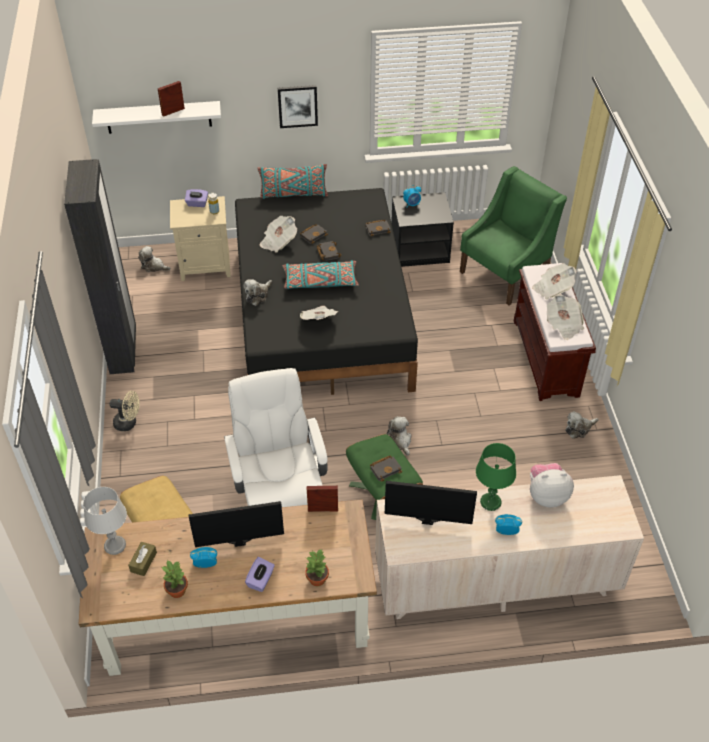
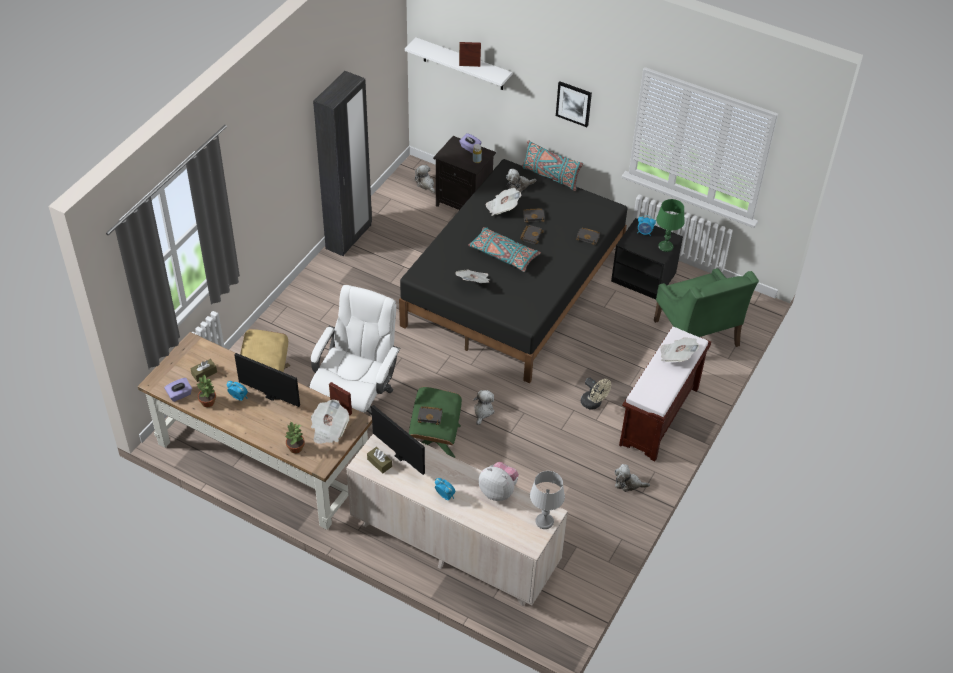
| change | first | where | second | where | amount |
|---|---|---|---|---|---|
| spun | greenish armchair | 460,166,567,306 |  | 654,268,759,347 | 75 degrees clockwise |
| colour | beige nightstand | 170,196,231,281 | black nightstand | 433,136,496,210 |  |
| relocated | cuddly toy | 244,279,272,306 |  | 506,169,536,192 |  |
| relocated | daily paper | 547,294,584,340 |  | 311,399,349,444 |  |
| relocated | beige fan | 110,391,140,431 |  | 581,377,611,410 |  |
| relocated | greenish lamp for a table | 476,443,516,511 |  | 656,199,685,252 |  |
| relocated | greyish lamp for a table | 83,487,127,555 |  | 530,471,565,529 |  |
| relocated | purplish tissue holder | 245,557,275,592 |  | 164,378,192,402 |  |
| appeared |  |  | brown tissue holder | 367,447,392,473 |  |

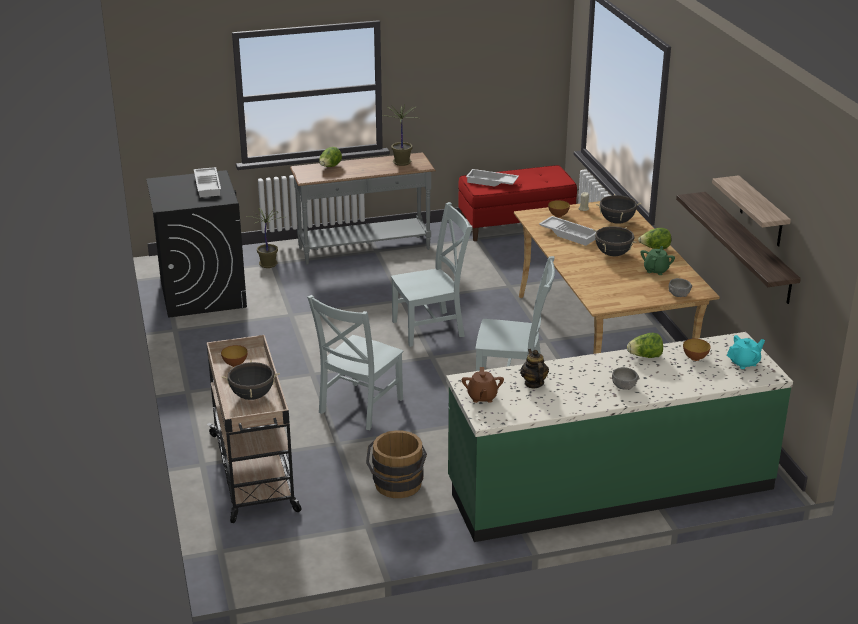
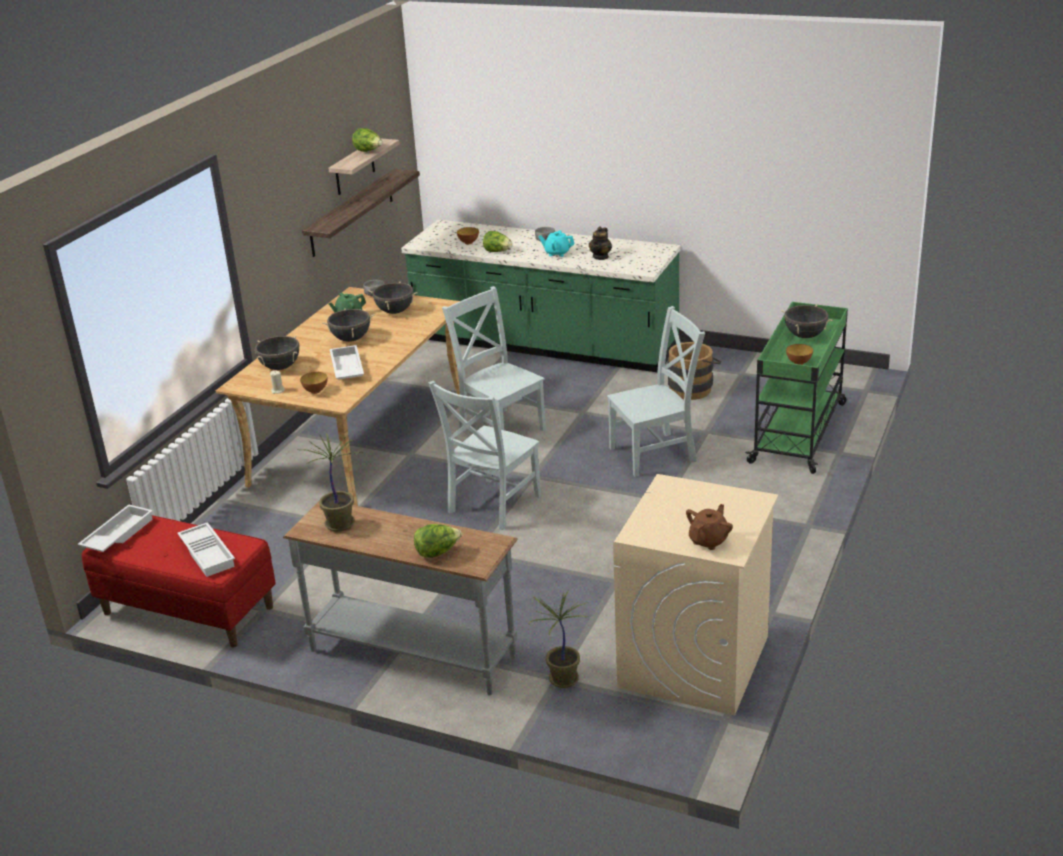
| change | first | where | second | where | amount |
|---|---|---|---|---|---|
| relocated | whitish tray | 194,167,221,197 |  | 78,505,153,552 |  |
| colour | black laundry appliance | 146,170,247,318 | beige laundry appliance | 613,474,778,716 |  |
| spun | greyish chair | 391,202,472,347 |  | 428,381,541,530 | 75 degrees counterclockwise |
| relocated | head of lettuce | 638,228,671,249 |  | 352,128,383,152 |  |
| colour | beige wheeled cart | 206,335,302,523 | greenish wheeled cart | 745,302,848,474 |  |
| relocated | turquoise-coloured pot for tea | 727,335,765,369 |  | 539,230,575,257 |  |
| relocated | brown pot for tea | 462,367,504,403 |  | 686,504,733,550 |  |
| appeared |  |  | black cooking pot | 368,282,418,314 |  |

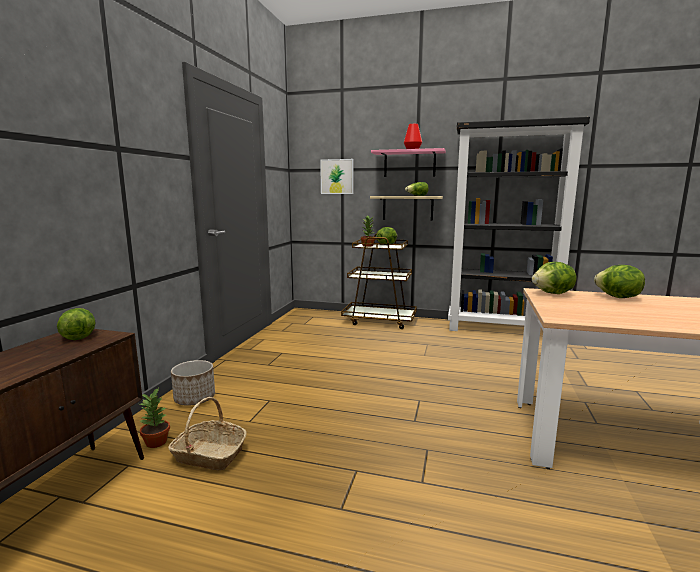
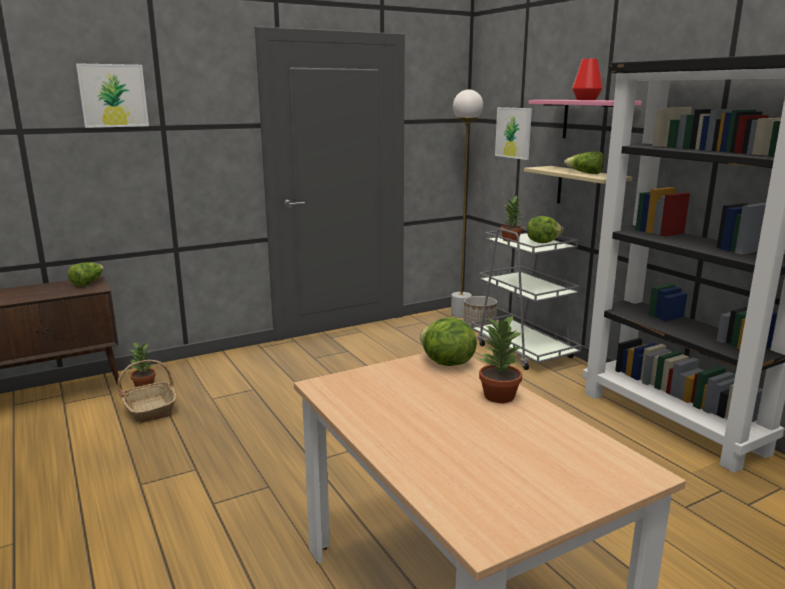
| change | first | where | second | where | amount |
|---|---|---|---|---|---|
| colour | brown wheeled cart | 341,233,417,329 | greyish wheeled cart | 471,227,582,370 |  |
| exchanged | head of lettuce | 594,265,645,298 | houseplant | 479,314,522,403 |  |
| relocated | flower pot | 171,360,215,406 |  | 464,296,497,327 |  |
| appeared |  |  | picture | 76,63,149,128 |  |
| appeared |  |  | whitish standing lamp | 451,90,483,318 |  |

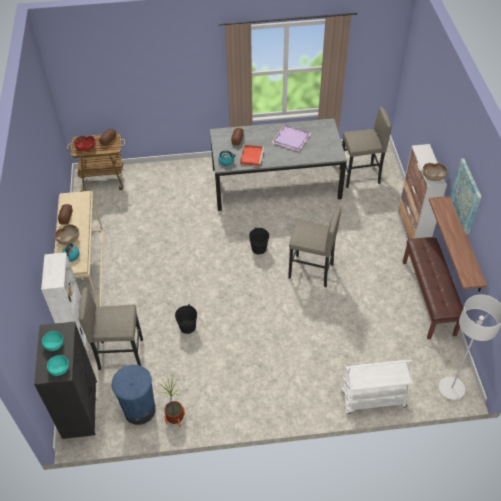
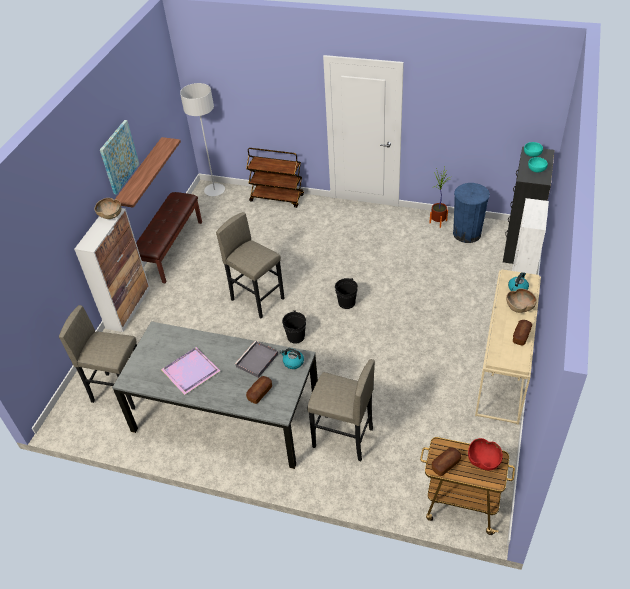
| change | first | where | second | where | amount |
|---|---|---|---|---|---|
| colour | red-coloured tray | 240,145,264,166 | greyish tray | 235,341,278,378 |  |
| relocated | greyish stool | 79,287,143,370 |  | 307,359,375,461 |  |
| relocated | black water bucket | 175,304,197,334 |  | 335,278,358,309 |  |
| colour | whitish wheeled cart | 340,360,413,414 | brown wheeled cart | 246,148,304,208 |  |

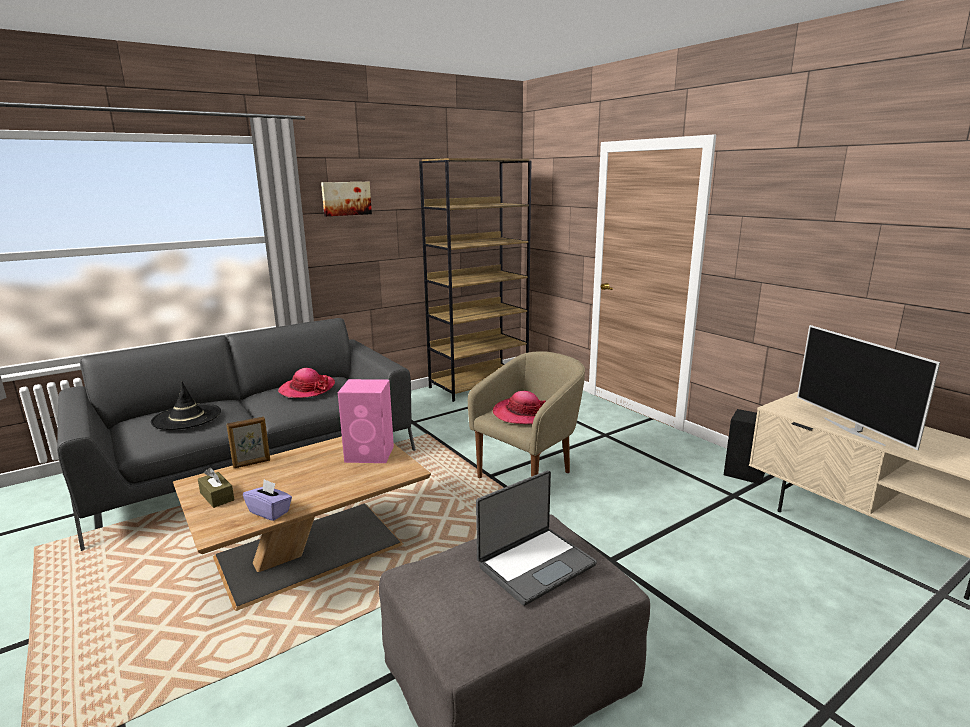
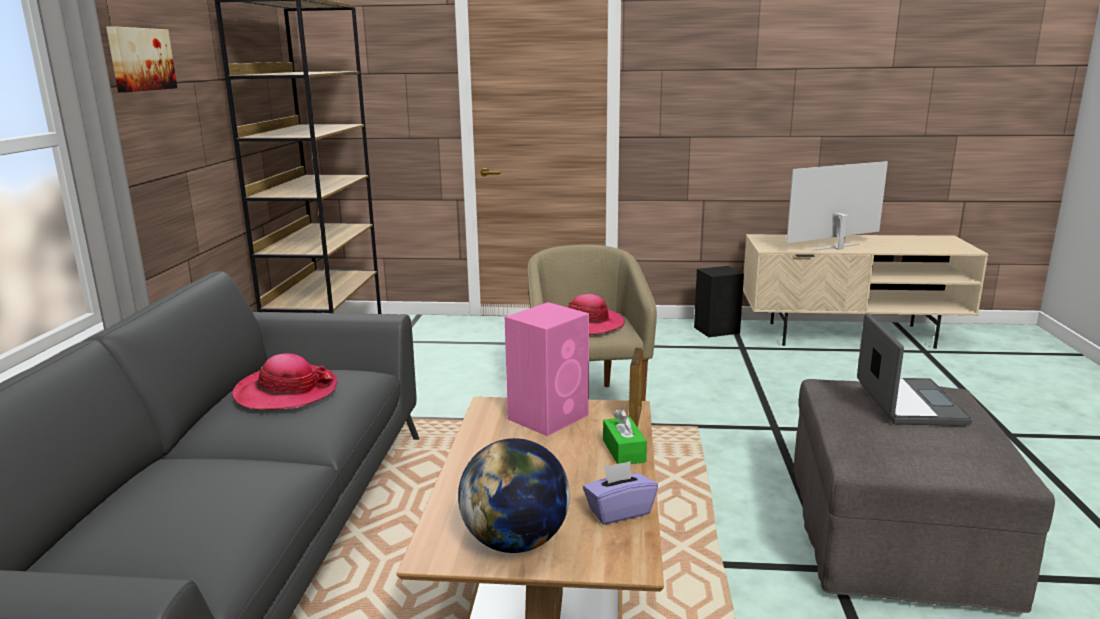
| change | first | where | second | where | amount |
|---|---|---|---|---|---|
| spun | TV set | 797,325,940,450 |  | 786,161,888,251 | 135 degrees clockwise |
| missing | black clothing hat | 151,382,221,430 |  |  |  |
| relocated | standing frame | 226,417,270,468 |  | 629,347,643,427 |  |
| exchanged | brown tissue holder | 198,468,234,508 | world globe | 458,438,570,553 |  |
| appeared |  |  | greenish tissue holder | 603,408,647,464 |  |

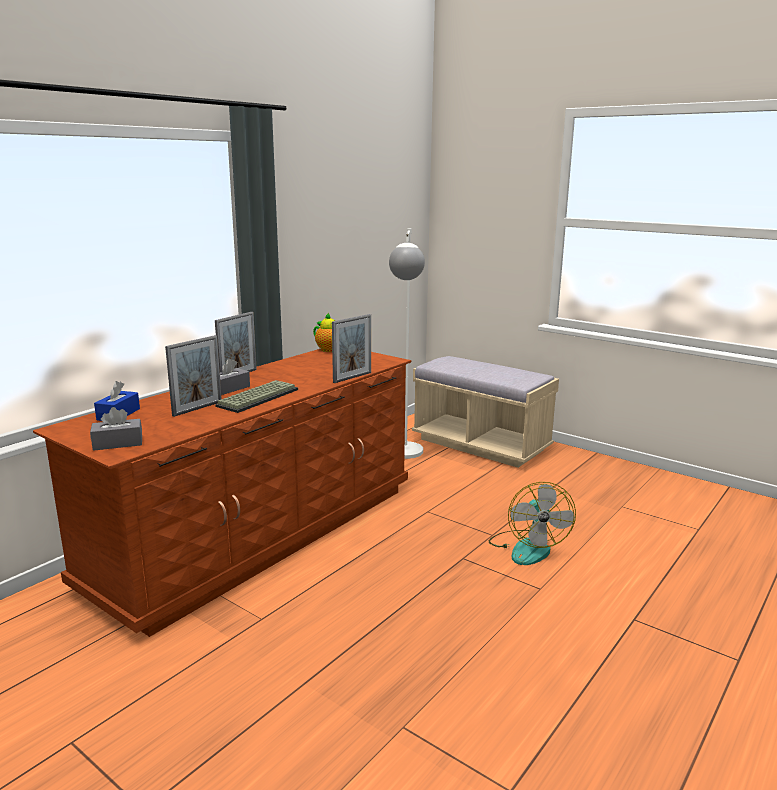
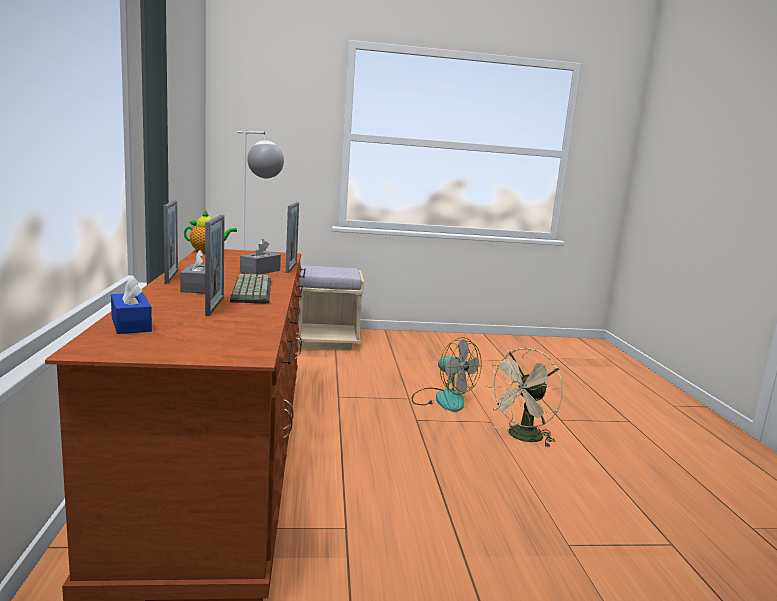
| change | first | where | second | where | amount |
|---|---|---|---|---|---|
| relocated | greyish tissue holder | 90,407,142,451 |  | 240,239,281,275 |  |
| appeared |  |  | beige fan | 486,348,563,448 |  |

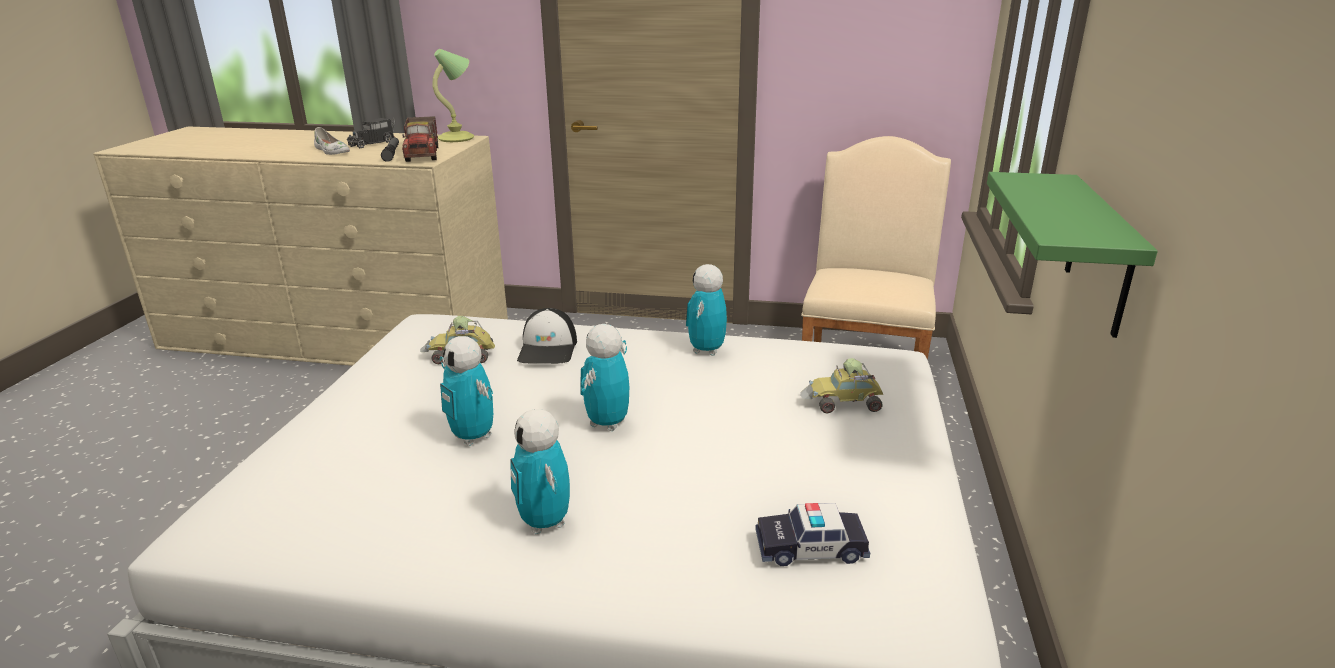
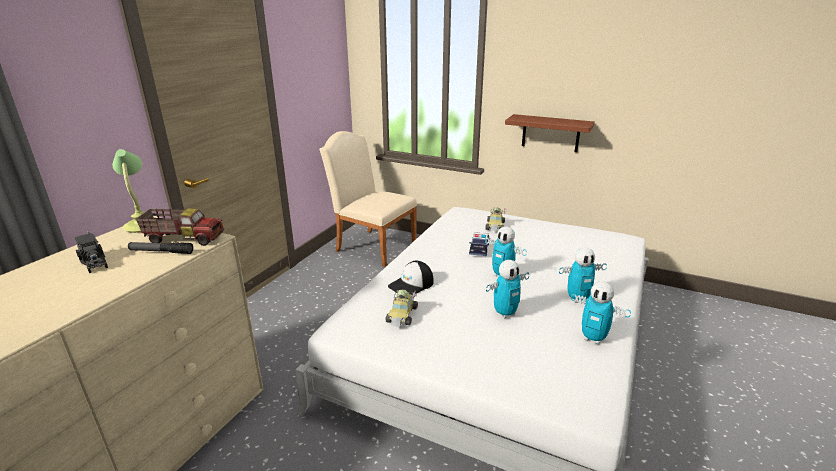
| change | first | where | second | where | amount |
|---|---|---|---|---|---|
| missing | whitish low shoe | 314,127,350,155 |  |  |  |
| colour | greenish wall shelf | 987,172,1158,338 | brown wall shelf | 505,114,595,152 |  |
| relocated | toy robot | 686,264,727,356 |  | 571,281,631,345 |  |
| spun | peaked cap | 517,308,577,364 |  | 388,261,434,295 | 120 degrees clockwise |
| relocated | model car | 755,503,870,566 |  | 469,232,490,256 |  |

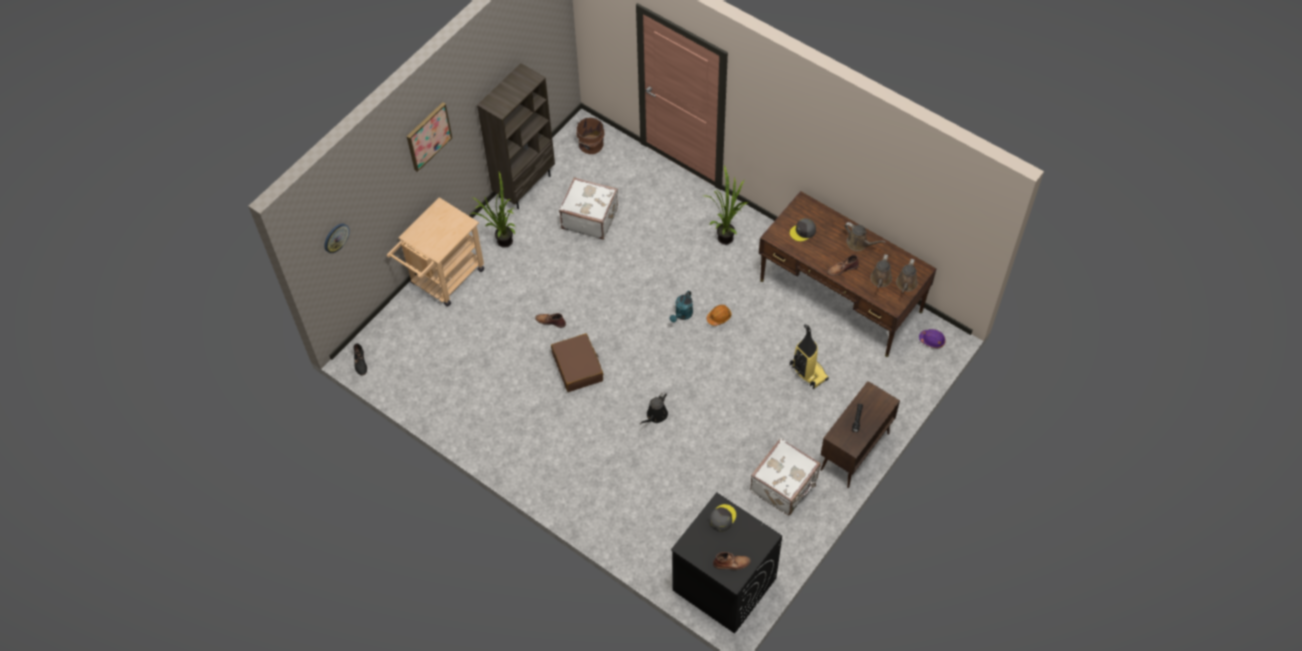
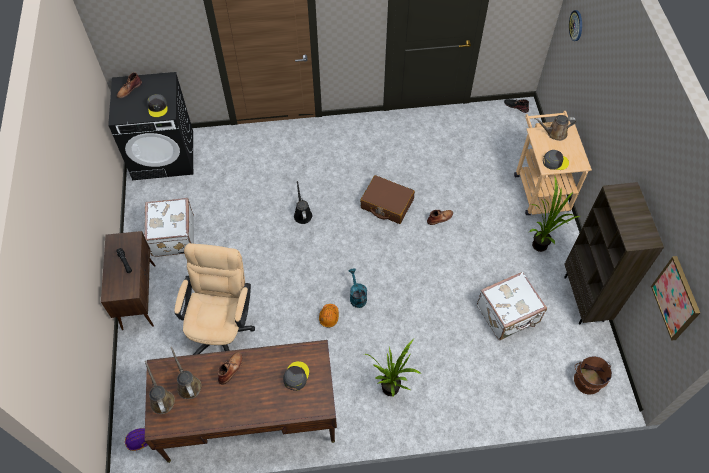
| change | first | where | second | where | amount |
|---|---|---|---|---|---|
| relocated | picture | 407,102,452,172 |  | 651,256,700,341 |  |
| relocated | brown watering can | 844,222,885,251 |  | 535,115,576,141 |  |
| exchanged | hoover | 790,324,829,389 | beige desk chair | 174,243,255,355 |  |
| appeared |  |  | greyish peaked cap | 543,150,569,170 |  |

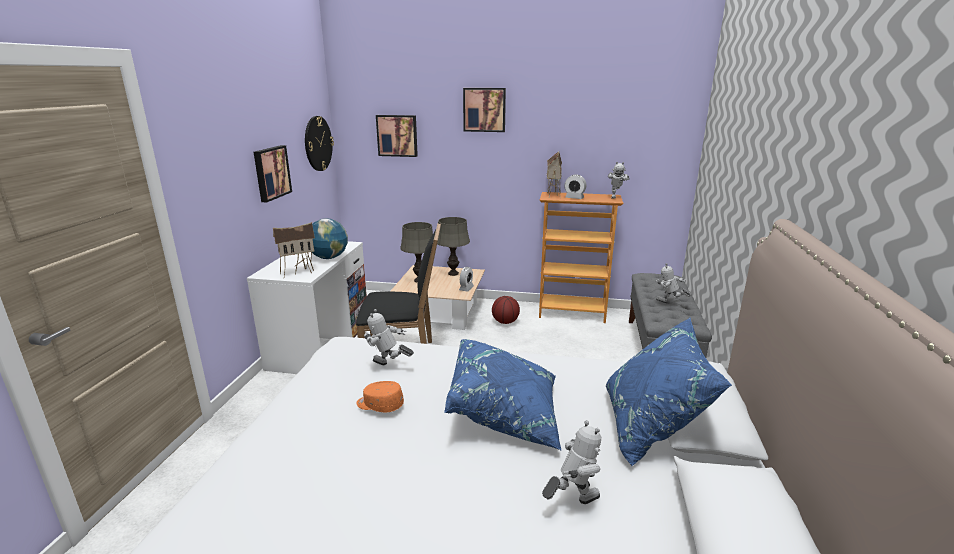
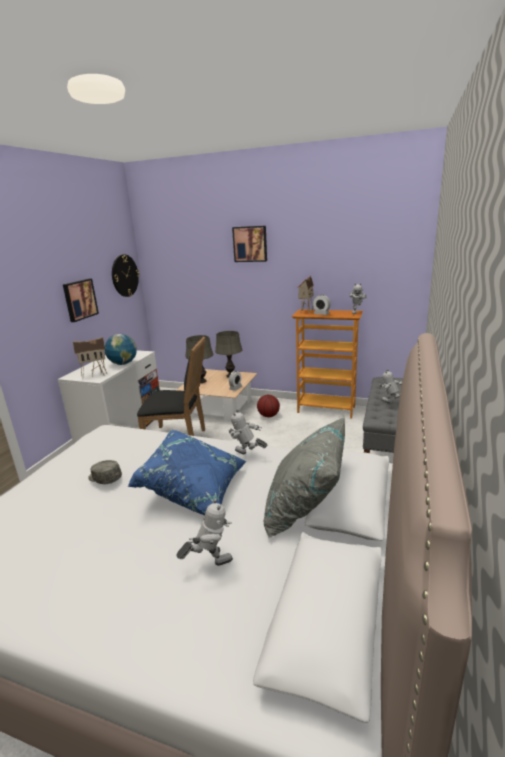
| change | first | where | second | where | amount |
|---|---|---|---|---|---|
| missing | picture | 376,115,418,157 |  |  |  |
| relocated | toy robot | 364,309,414,365 |  | 228,409,268,454 |  |
| colour | blue cushion | 606,318,732,466 | greyish cushion | 264,417,345,538 |  |
| colour | orange peaked cap | 356,381,404,412 | greyish peaked cap | 88,460,122,484 |  |

